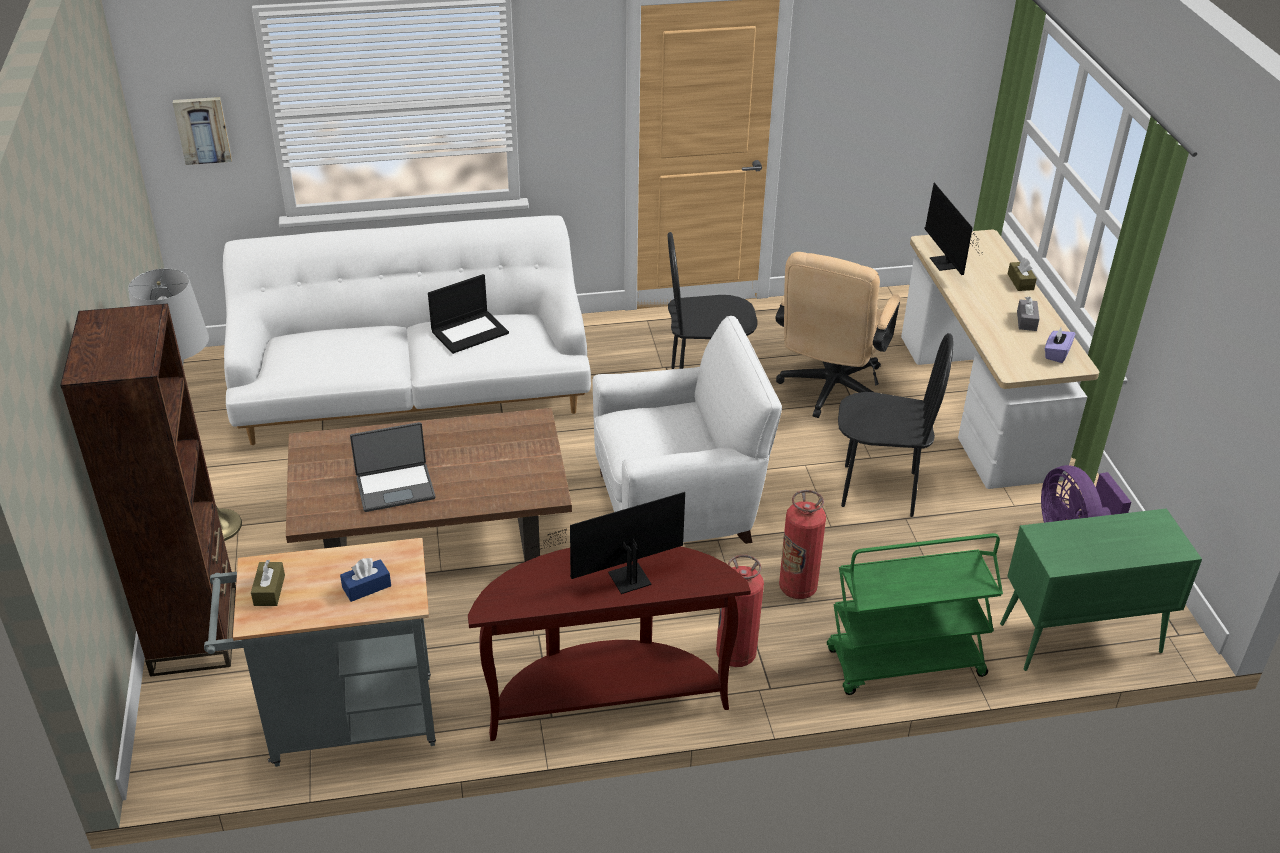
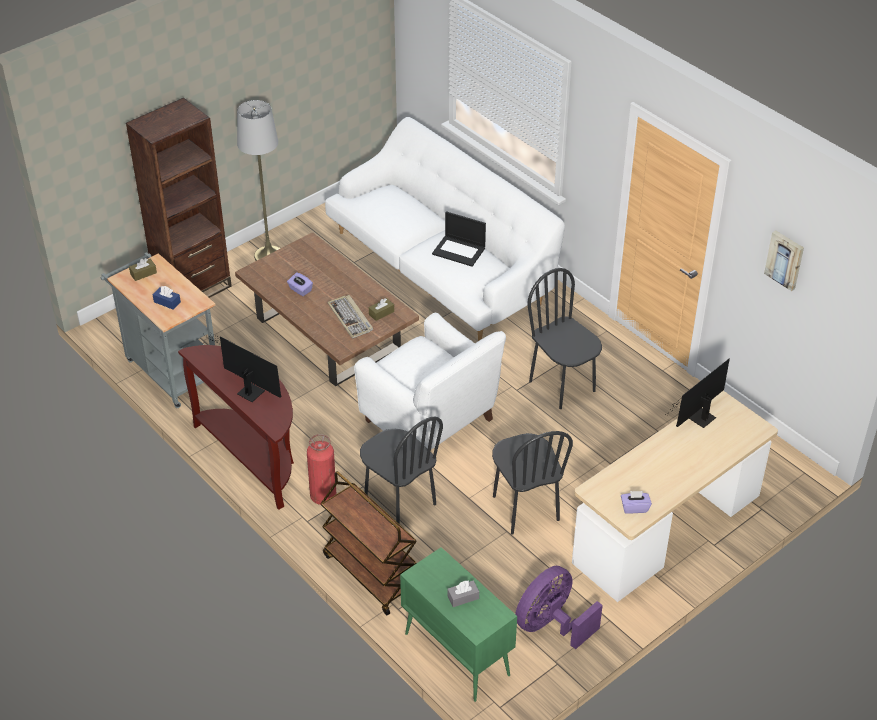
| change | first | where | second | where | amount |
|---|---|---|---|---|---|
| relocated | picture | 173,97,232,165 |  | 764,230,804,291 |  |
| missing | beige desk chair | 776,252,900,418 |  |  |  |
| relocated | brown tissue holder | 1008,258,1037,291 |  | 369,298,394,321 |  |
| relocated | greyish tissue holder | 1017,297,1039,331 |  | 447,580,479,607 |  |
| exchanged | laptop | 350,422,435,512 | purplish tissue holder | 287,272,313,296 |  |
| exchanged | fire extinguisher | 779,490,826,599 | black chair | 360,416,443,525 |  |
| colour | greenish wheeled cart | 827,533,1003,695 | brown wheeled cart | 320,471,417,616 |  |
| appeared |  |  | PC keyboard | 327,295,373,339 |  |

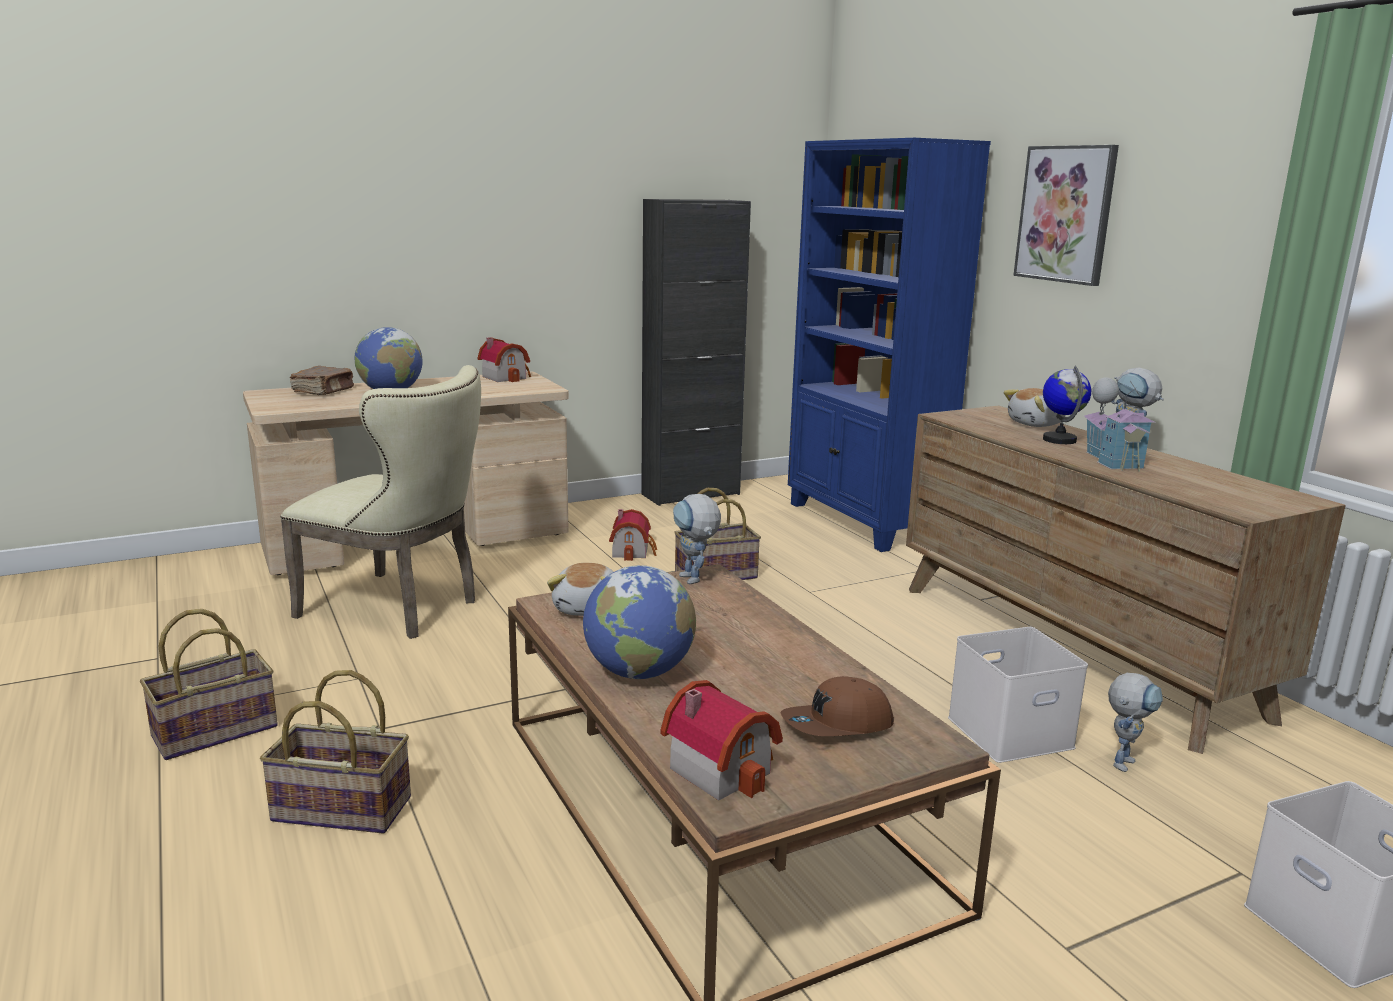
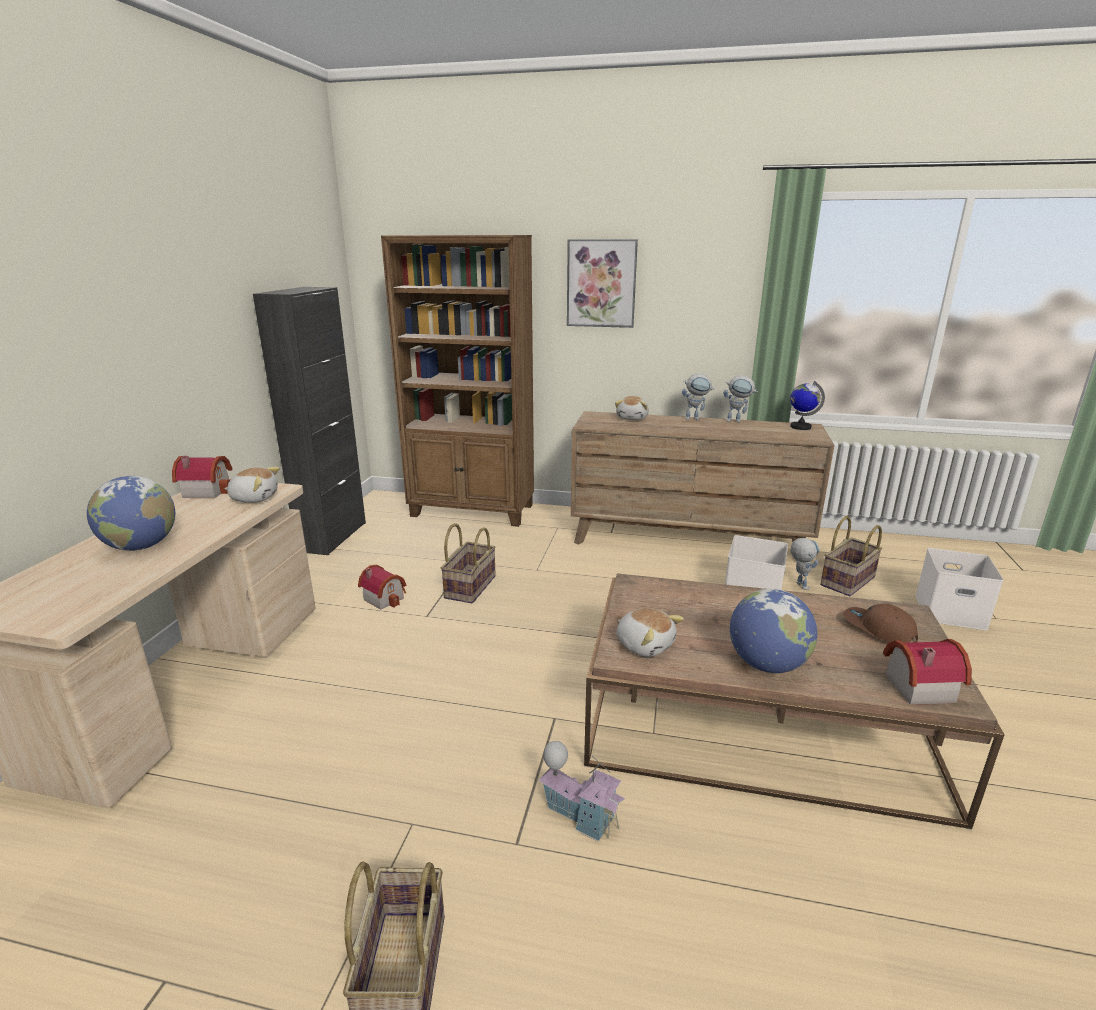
| change | first | where | second | where | amount |
|---|---|---|---|---|---|
| colour | blue bookcase | 788,138,991,552 | brown bookcase | 381,235,534,527 |  |
| missing | beige chair | 280,365,481,639 |  |  |  |
| missing | brown book | 290,366,354,395 |  |  |  |
| relocated | world globe | 1043,366,1091,444 |  | 790,381,825,430 |  |
| relocated | miniature house | 1084,377,1157,472 |  | 538,741,625,842 |  |
| relocated | toy robot | 673,494,721,584 |  | 723,375,758,423 |  |
| relocated | basket | 260,670,411,833 |  | 820,516,882,596 |  |
| spun | brown peaked cap | 781,676,894,736 |  | 843,604,918,643 | 120 degrees clockwise |
| appeared |  |  | cuddly toy | 224,467,280,503 |  |

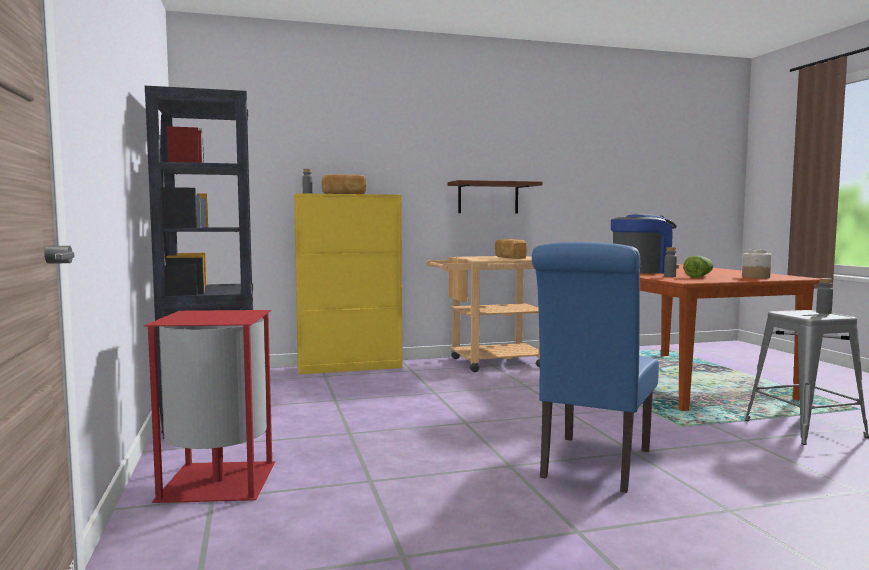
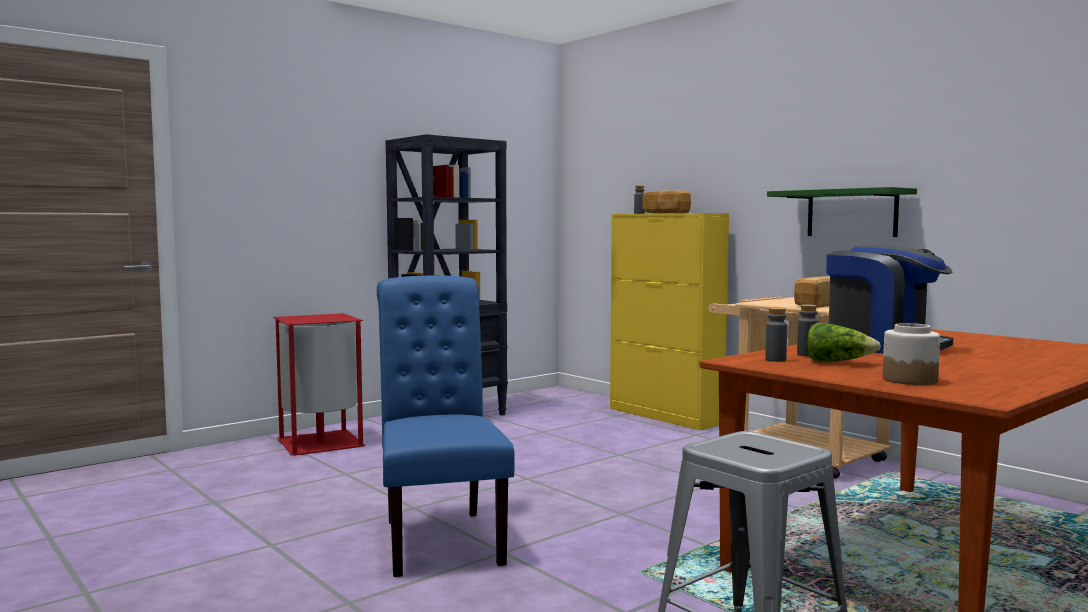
| change | first | where | second | where | amount |
|---|---|---|---|---|---|
| colour | brown wall shelf | 447,180,542,213 | greenish wall shelf | 767,187,917,237 |  |
| spun | blue chair | 532,242,659,493 |  | 377,276,515,577 | 75 degrees clockwise |
| relocated | greyish drink bottle | 816,278,833,314 |  | 765,308,787,362 |  |

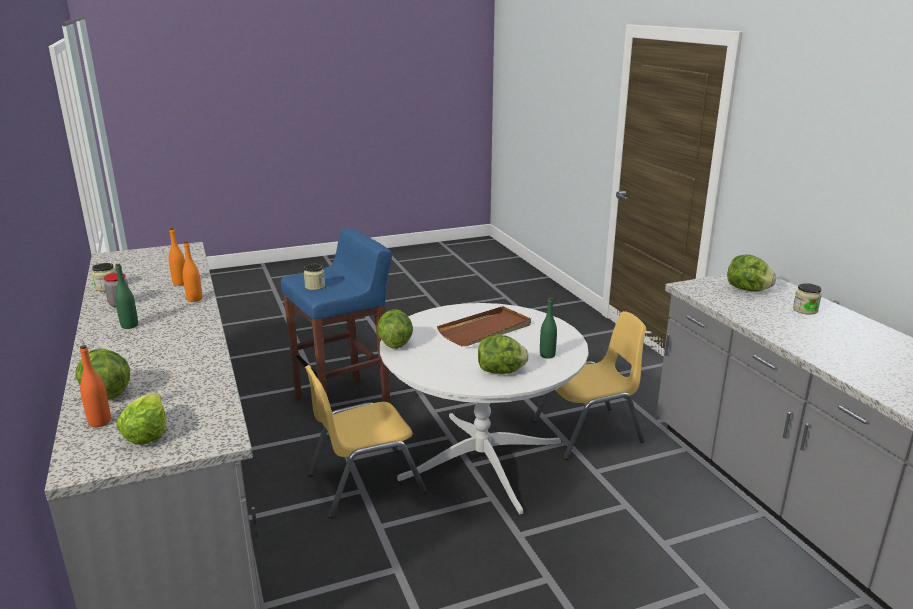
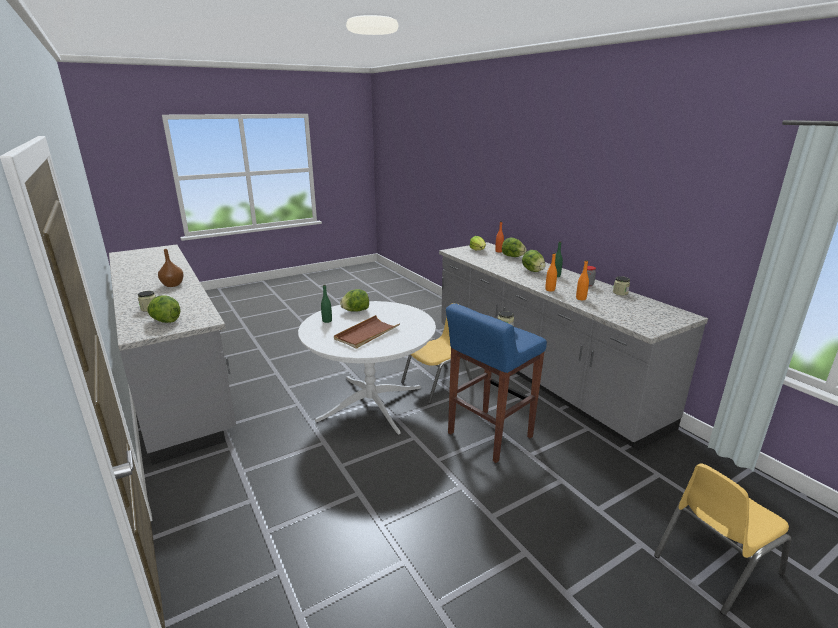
| change | first | where | second | where | amount |
|---|---|---|---|---|---|
| relocated | head of lettuce | 377,309,413,349 |  | 522,250,545,272 |  |
| relocated | yellow-coloured chair | 533,311,646,460 |  | 654,463,791,616 |  |
| appeared |  |  | brown decorative vase | 158,249,183,287 |  |

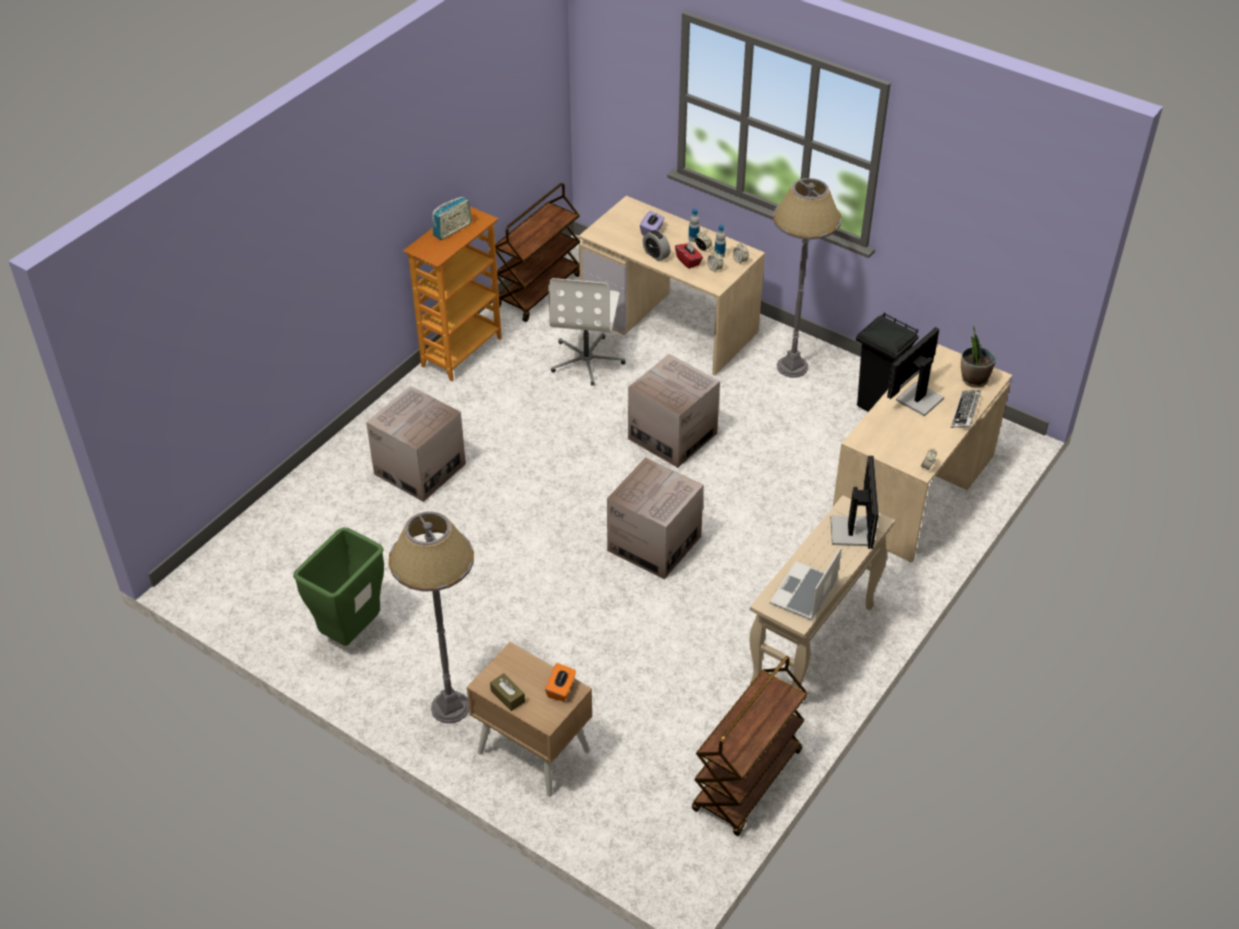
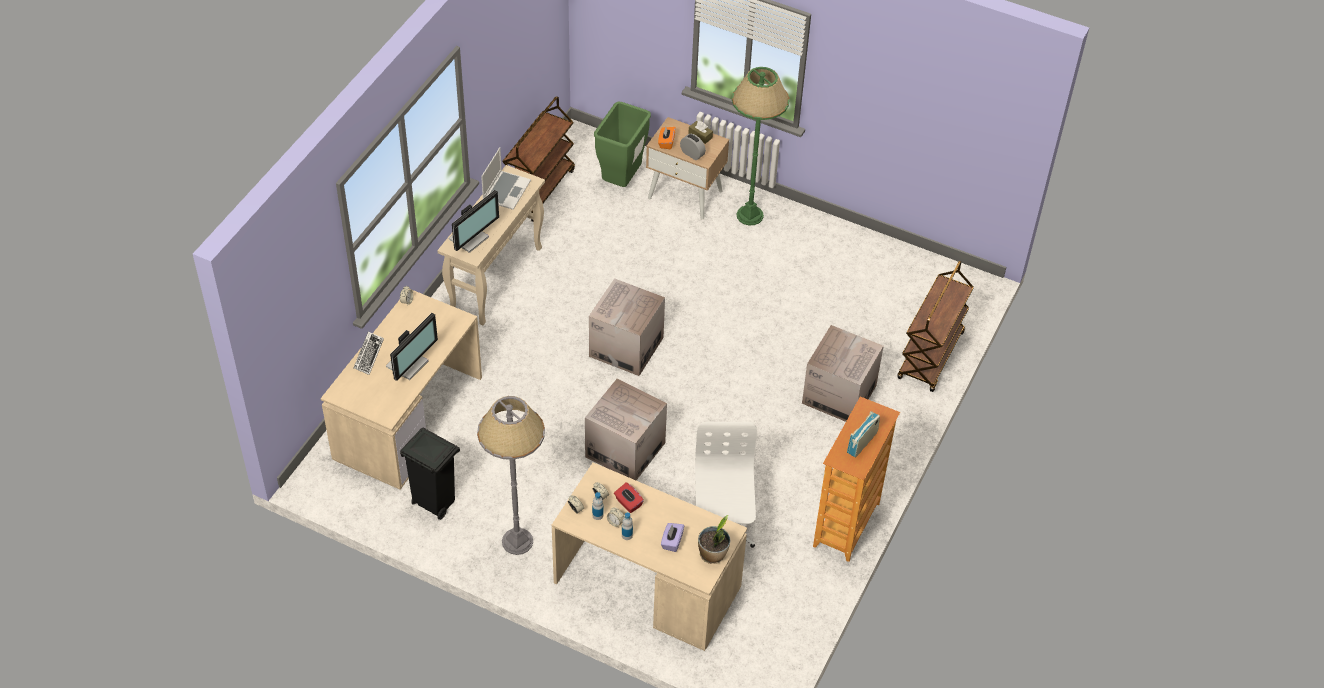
| change | first | where | second | where | amount |
|---|---|---|---|---|---|
| relocated | brown wheeled cart | 495,183,581,322 |  | 897,261,974,392 |  |
| relocated | table clock | 643,230,670,262 |  | 680,134,706,160 |  |
| relocated | houseplant | 961,325,996,387 |  | 698,515,730,564 |  |
| spun | monitor | 831,456,879,549 |  | 449,190,499,253 | 135 degrees counterclockwise |
| colour | greyish standing lamp | 389,511,474,723 | greenish standing lamp | 732,67,789,225 |  |
| relocated | greenish trash can | 293,527,384,646 |  | 594,102,651,187 |  |

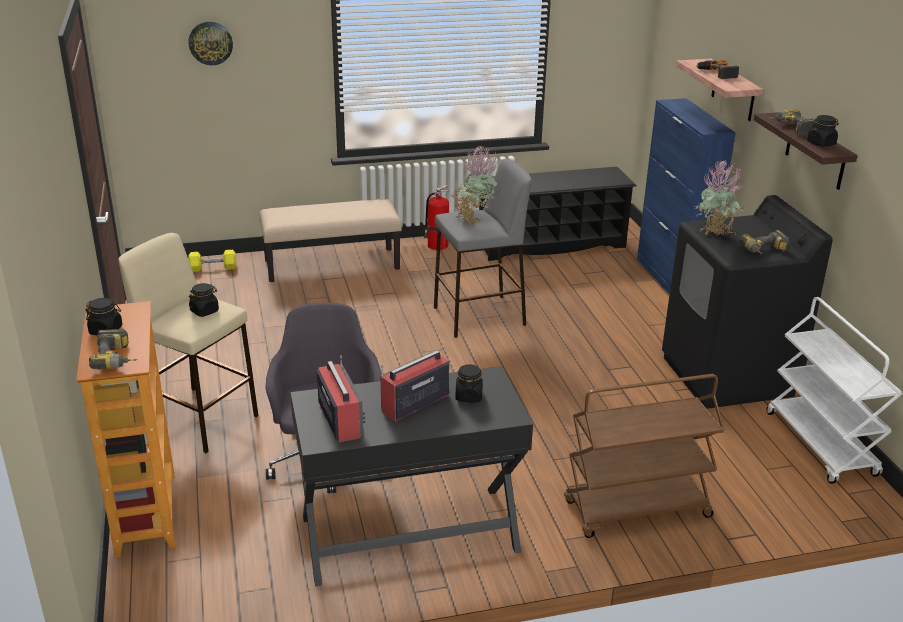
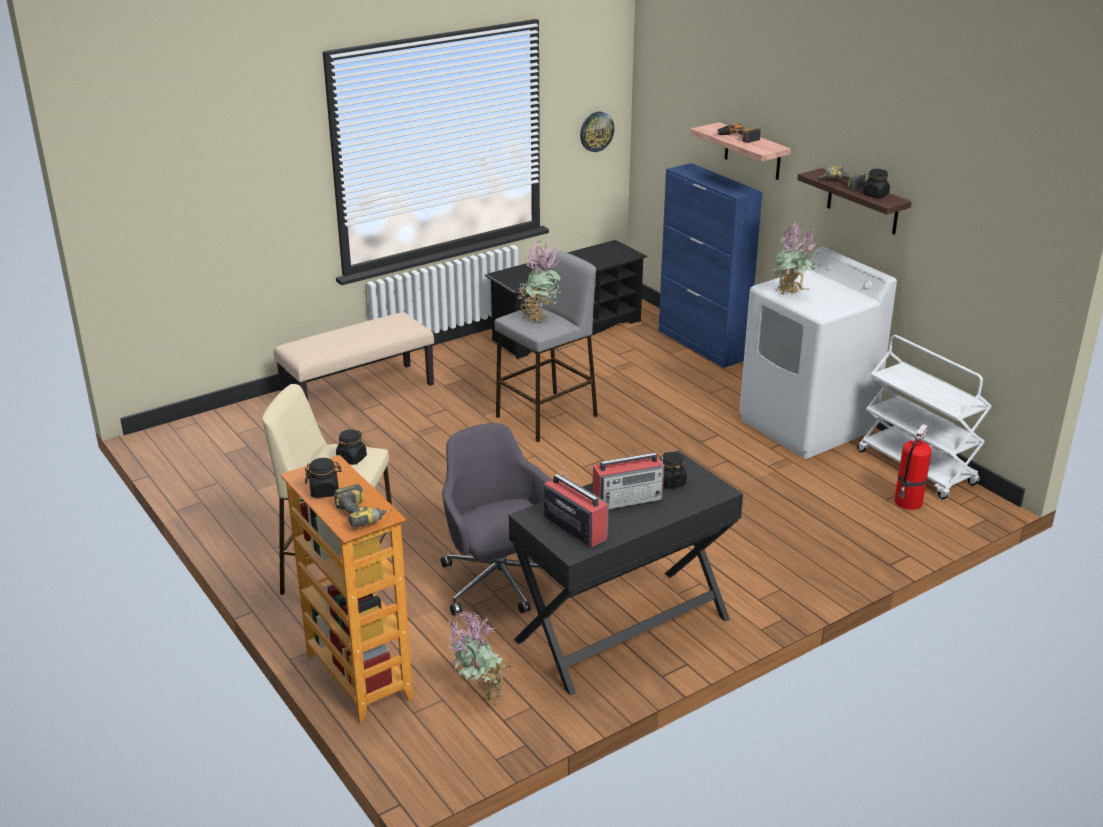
| change | first | where | second | where | amount |
|---|---|---|---|---|---|
| relocated | wall clock | 189,21,233,65 |  | 580,112,614,152 |  |
| relocated | fire extinguisher | 424,185,449,250 |  | 894,424,932,510 |  |
| colour | black laundry appliance | 662,195,833,409 | whitish laundry appliance | 739,247,897,459 |  |
| missing | drill | 740,230,790,254 |  |  |  |
| missing | yellow-coloured free weight | 188,250,236,272 |  |  |  |
| spun | radio | 380,350,449,421 |  | 593,453,664,509 | 135 degrees counterclockwise |
| missing | brown wheeled cart | 564,374,725,538 |  |  |  |
| appeared |  |  | houseplant | 448,610,512,704 |  |

